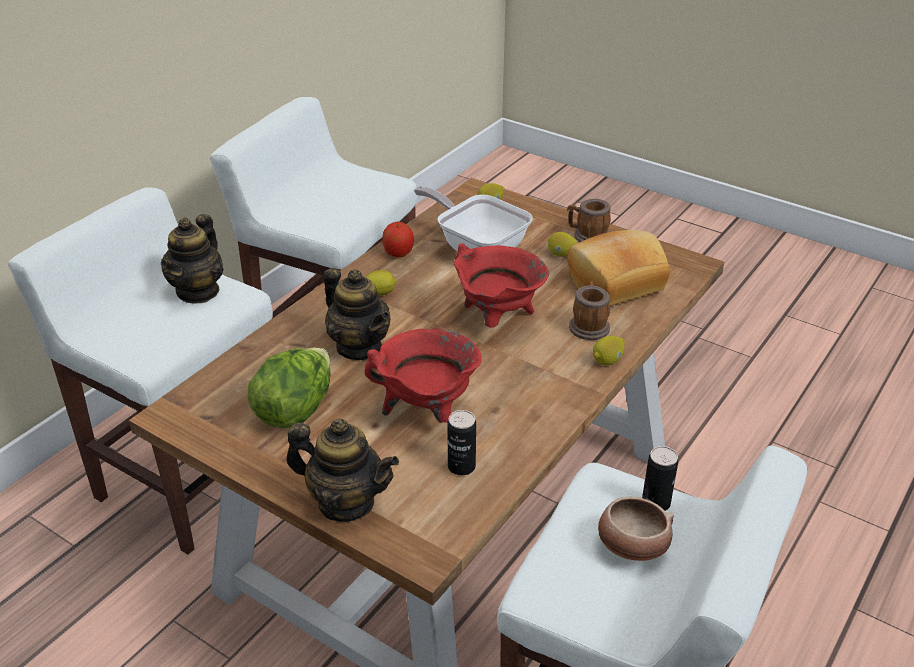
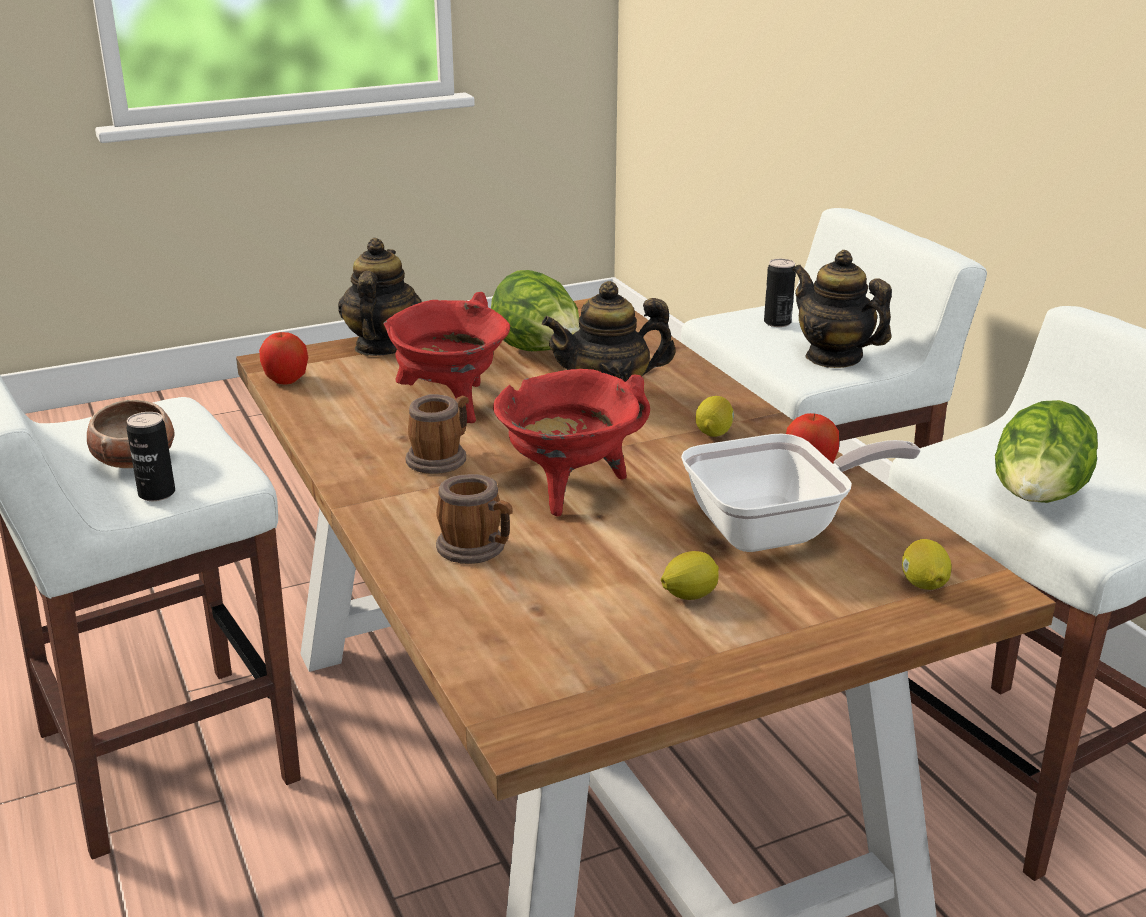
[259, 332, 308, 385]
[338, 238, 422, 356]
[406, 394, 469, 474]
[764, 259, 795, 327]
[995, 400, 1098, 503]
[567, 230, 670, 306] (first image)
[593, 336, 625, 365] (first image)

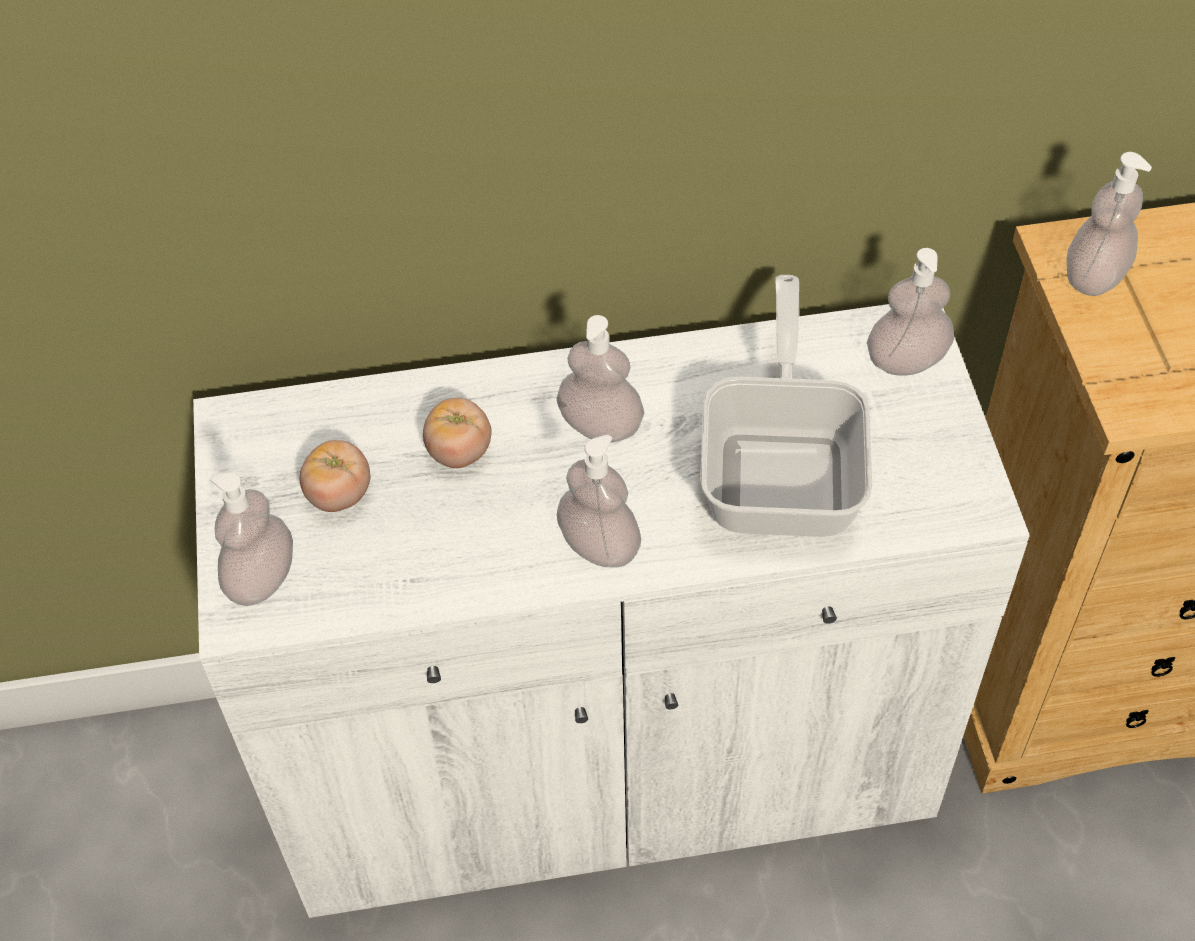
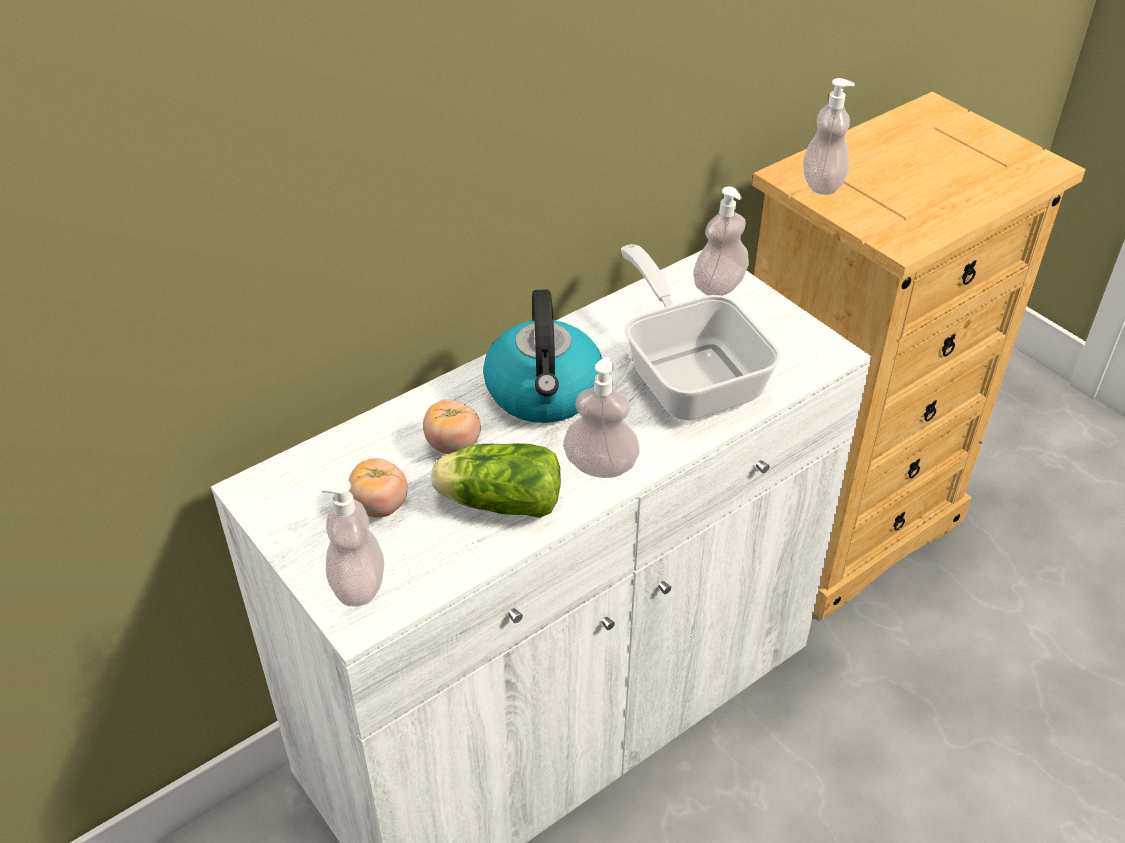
[431, 443, 561, 518]
[483, 289, 602, 423]

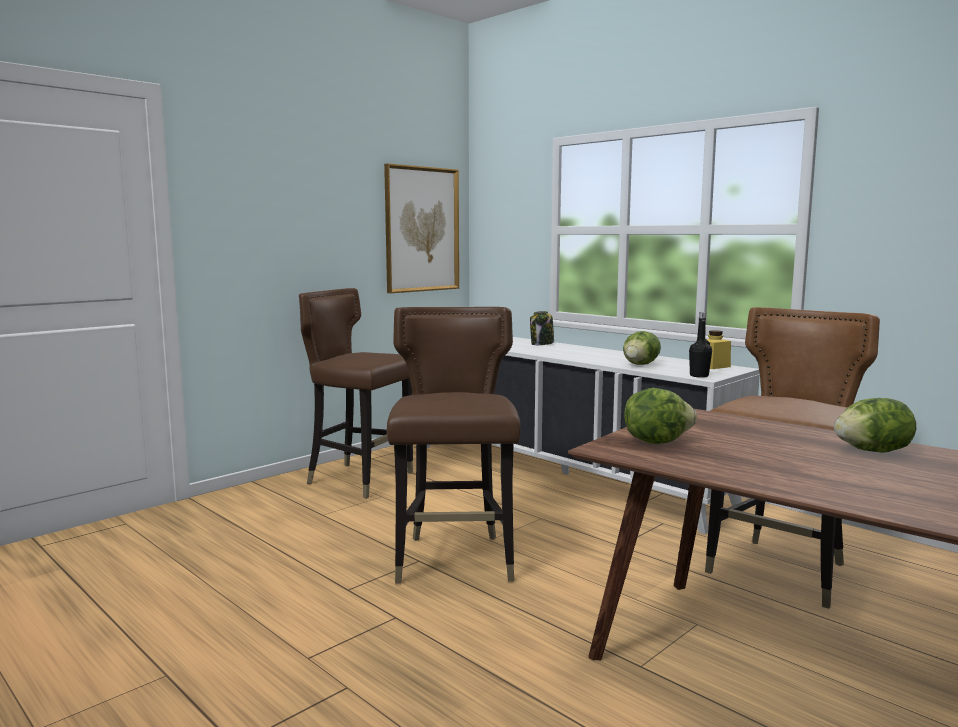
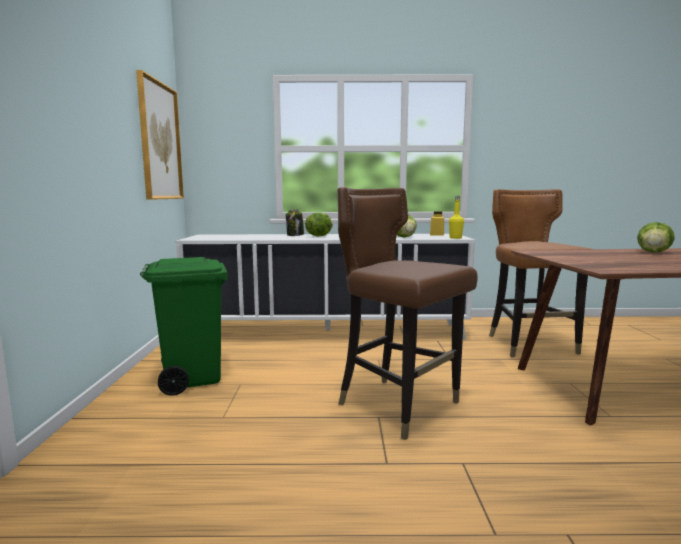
[140, 257, 228, 396]
[305, 212, 333, 236]
[449, 196, 464, 239]

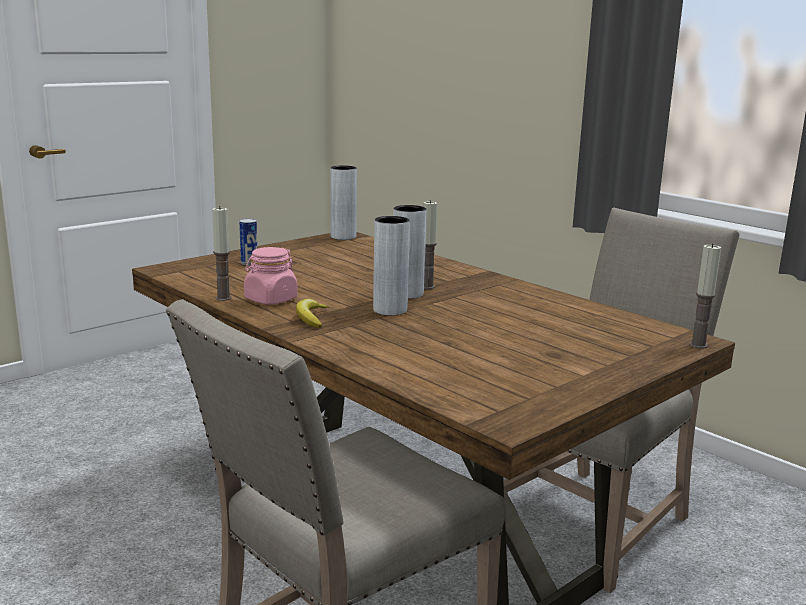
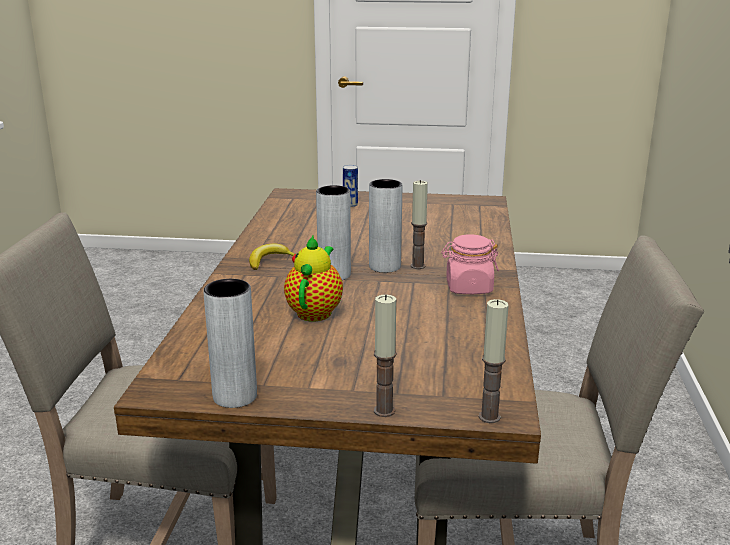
[203, 279, 257, 408]
[284, 236, 343, 322]
[374, 295, 397, 417]
[441, 234, 499, 294]

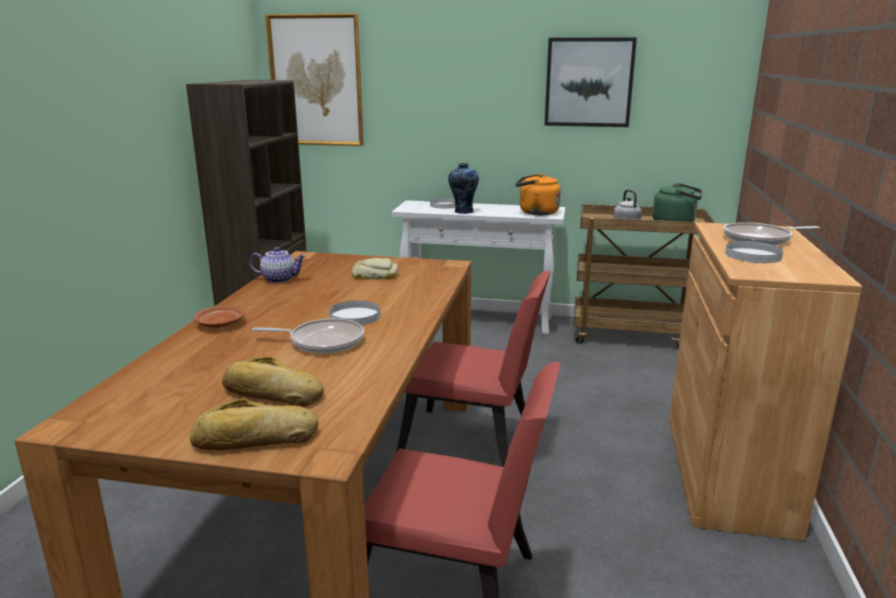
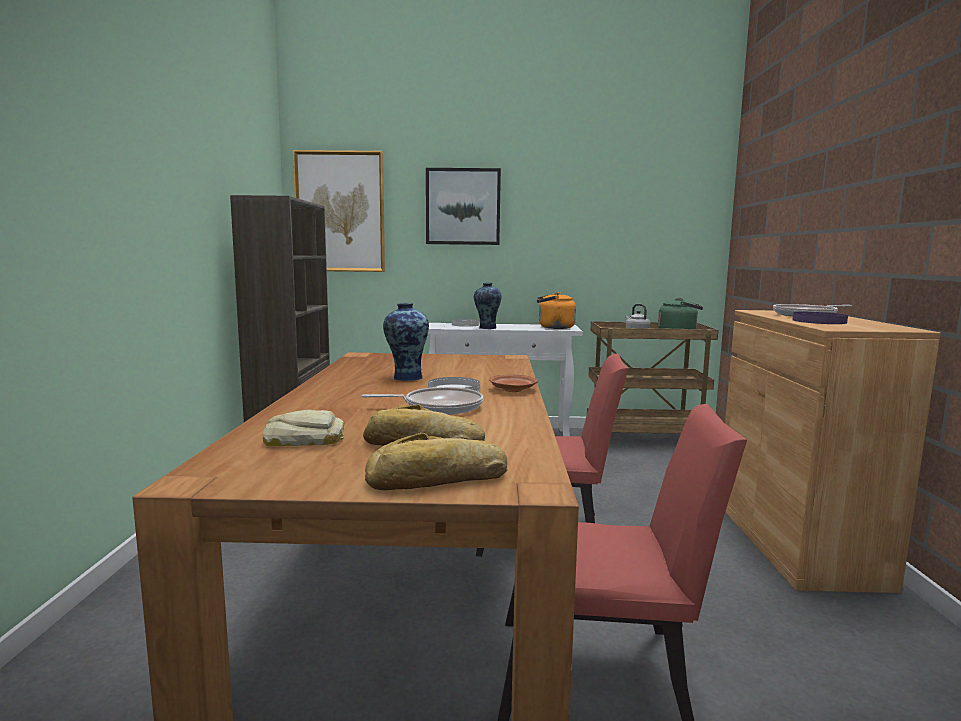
[263, 410, 344, 446]
[383, 303, 429, 381]
[426, 168, 501, 245]
[489, 375, 538, 392]
[793, 312, 848, 324]
[249, 247, 306, 283] (first image)

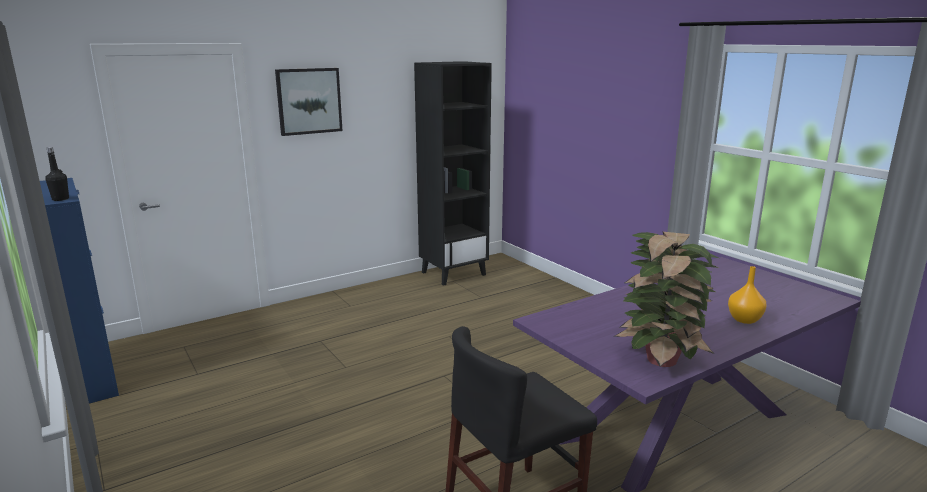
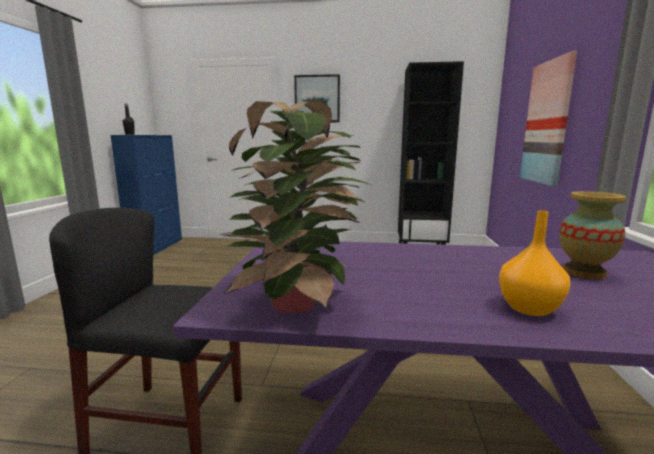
[520, 51, 577, 186]
[559, 191, 626, 279]

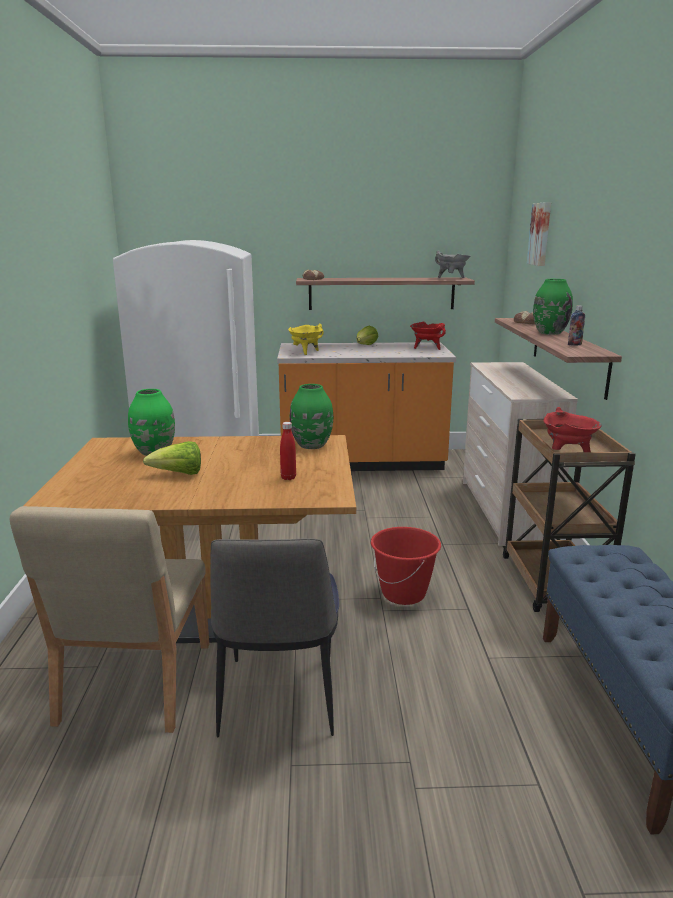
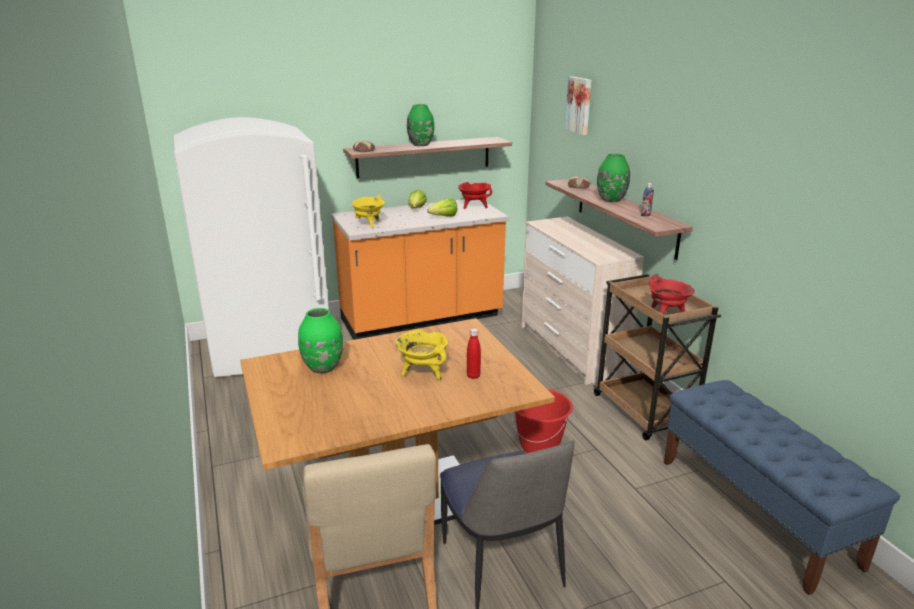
[395, 329, 448, 381]
[407, 104, 434, 146]
[427, 198, 457, 217]
[435, 250, 471, 278] (first image)

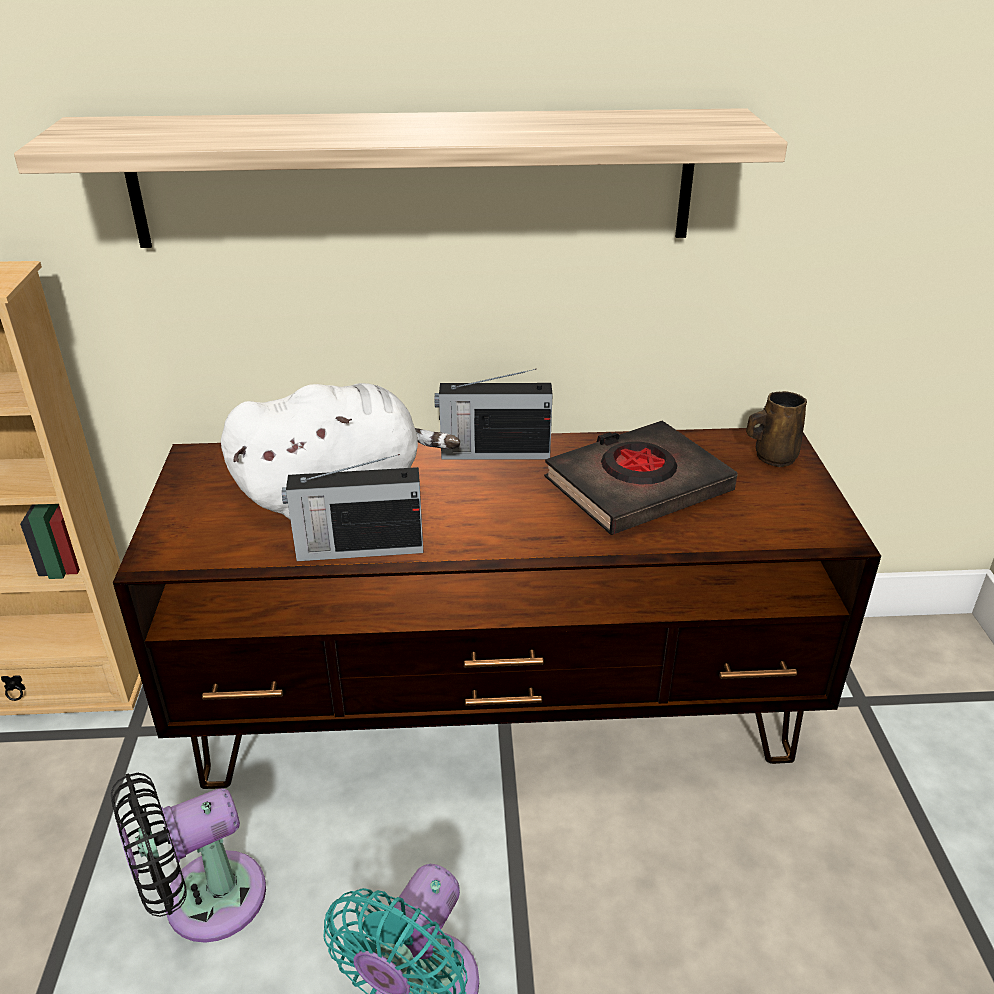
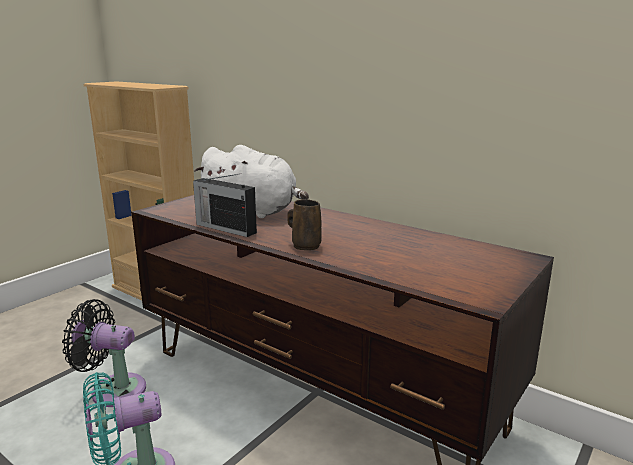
[287, 199, 322, 250]
[14, 108, 788, 248] (first image)
[435, 369, 553, 460] (first image)
[544, 421, 738, 535] (first image)

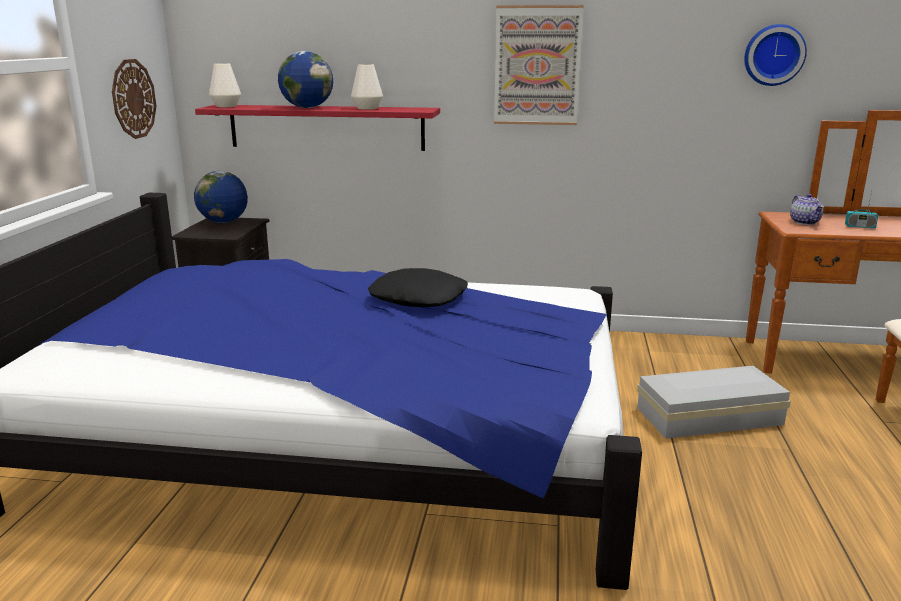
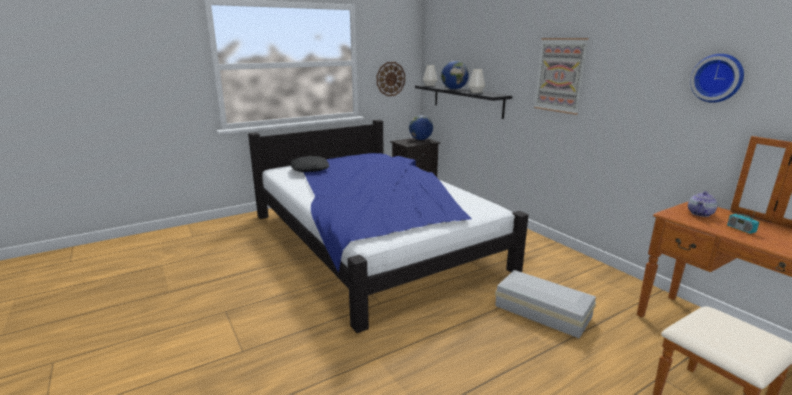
[291, 156, 329, 172]
[415, 85, 512, 119]

